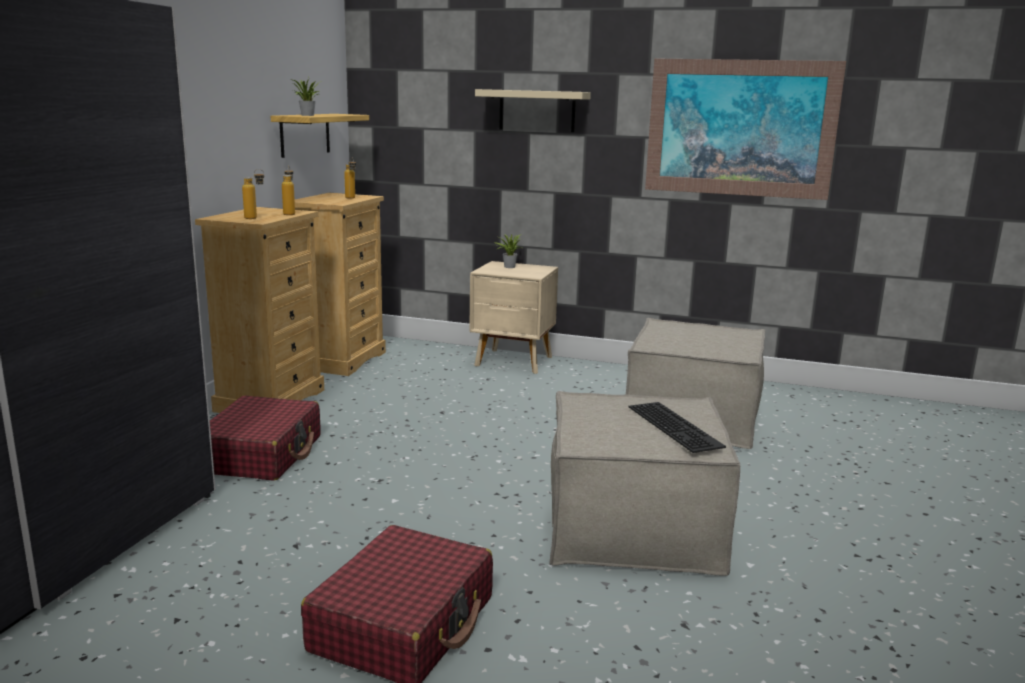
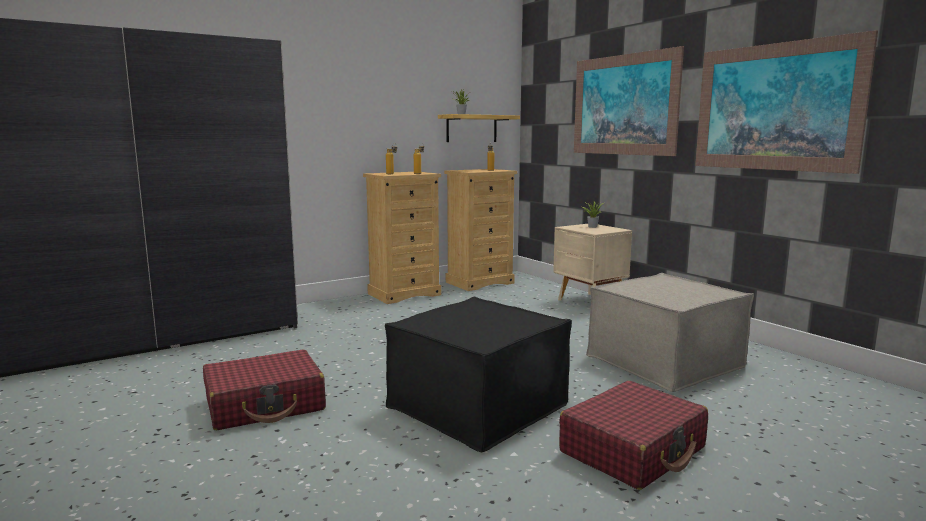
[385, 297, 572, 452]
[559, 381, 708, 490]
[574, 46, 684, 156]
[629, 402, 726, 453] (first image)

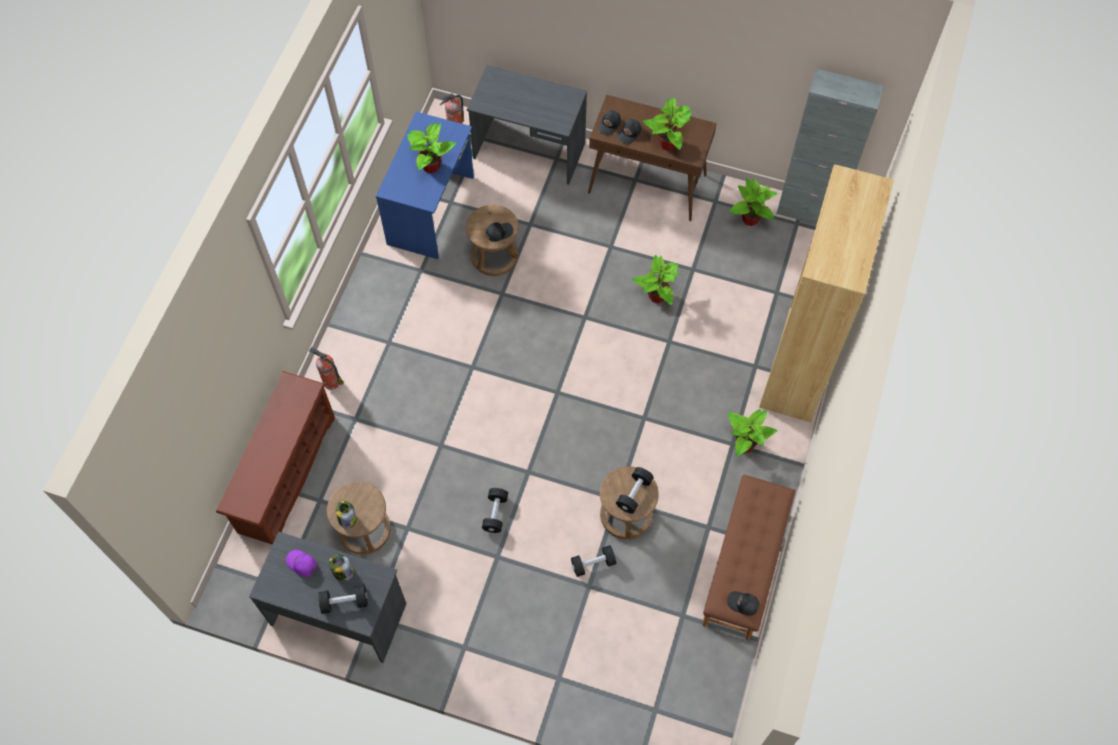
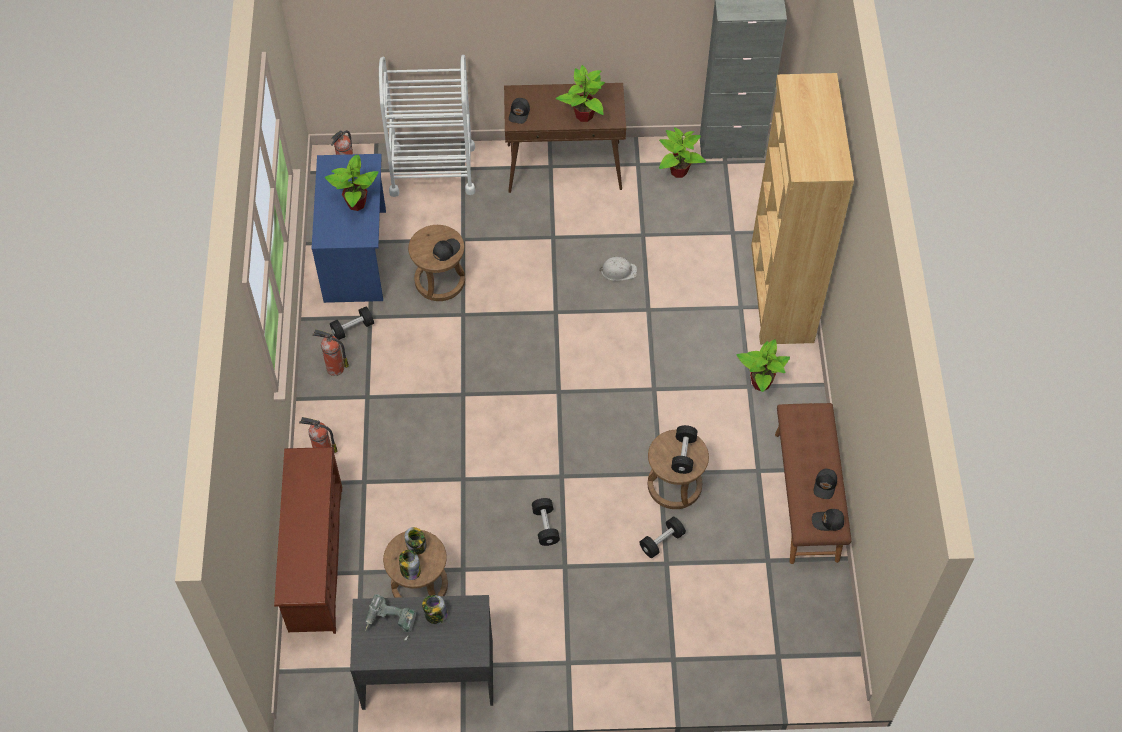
[312, 329, 349, 376]
[330, 307, 374, 340]
[365, 594, 416, 640]
[379, 55, 475, 197]
[405, 527, 427, 555]
[599, 257, 637, 281]
[814, 468, 837, 499]

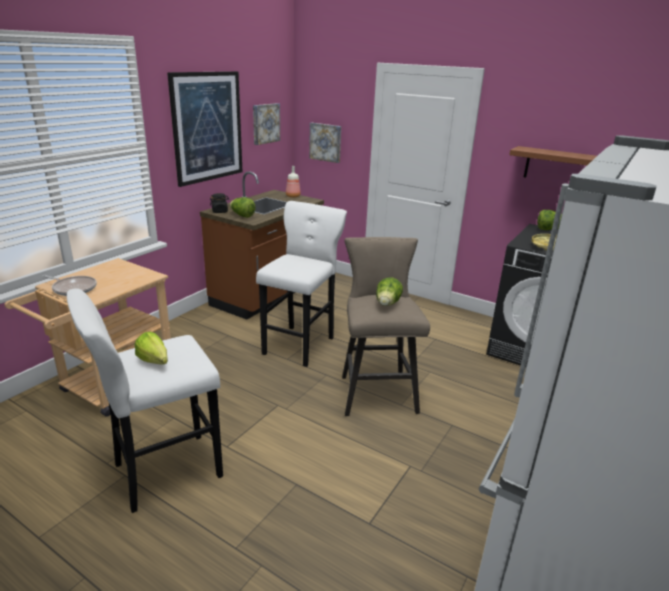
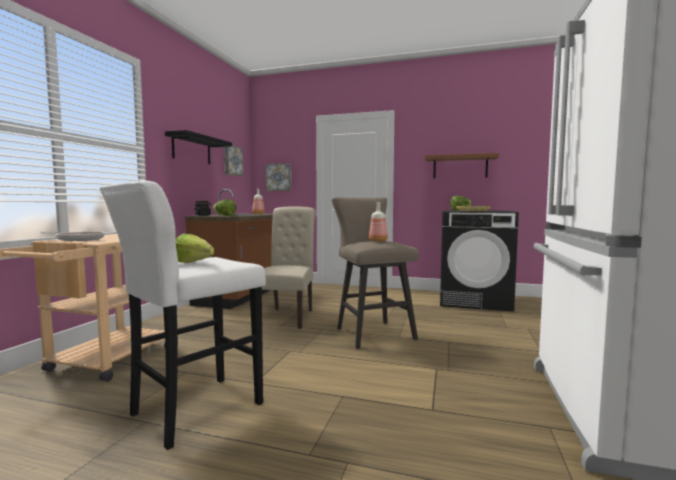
[165, 130, 232, 164]
[262, 207, 316, 329]
[369, 202, 388, 242]

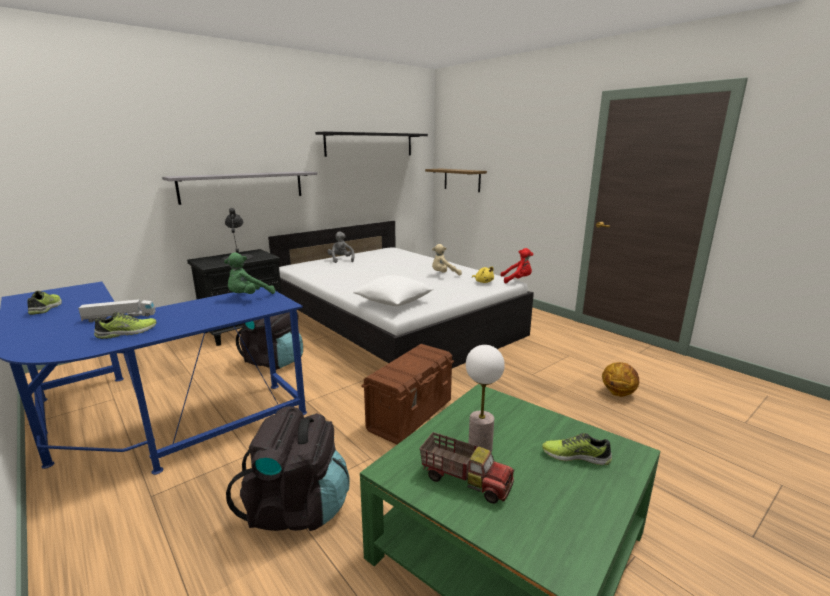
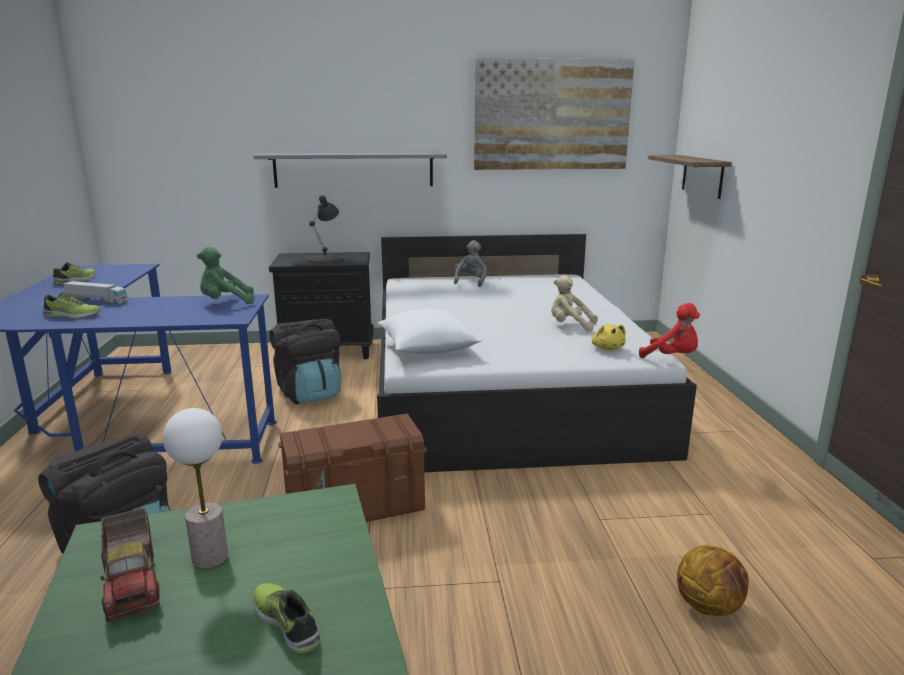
[474, 58, 635, 170]

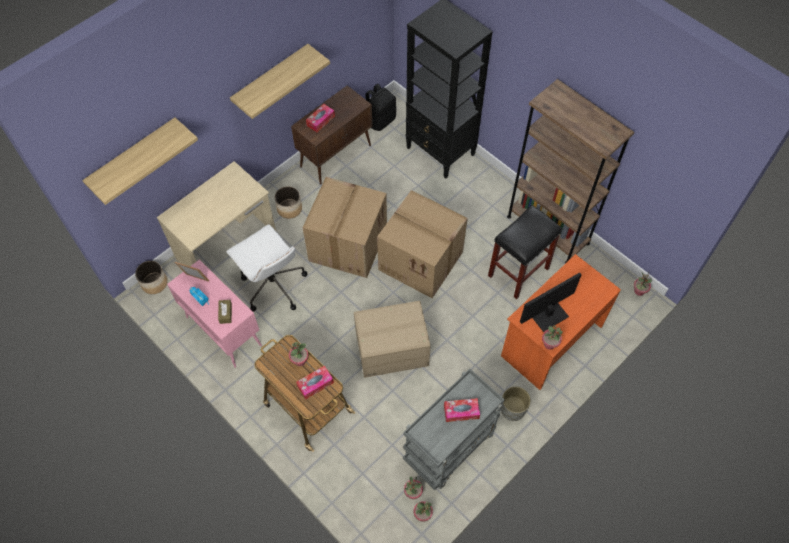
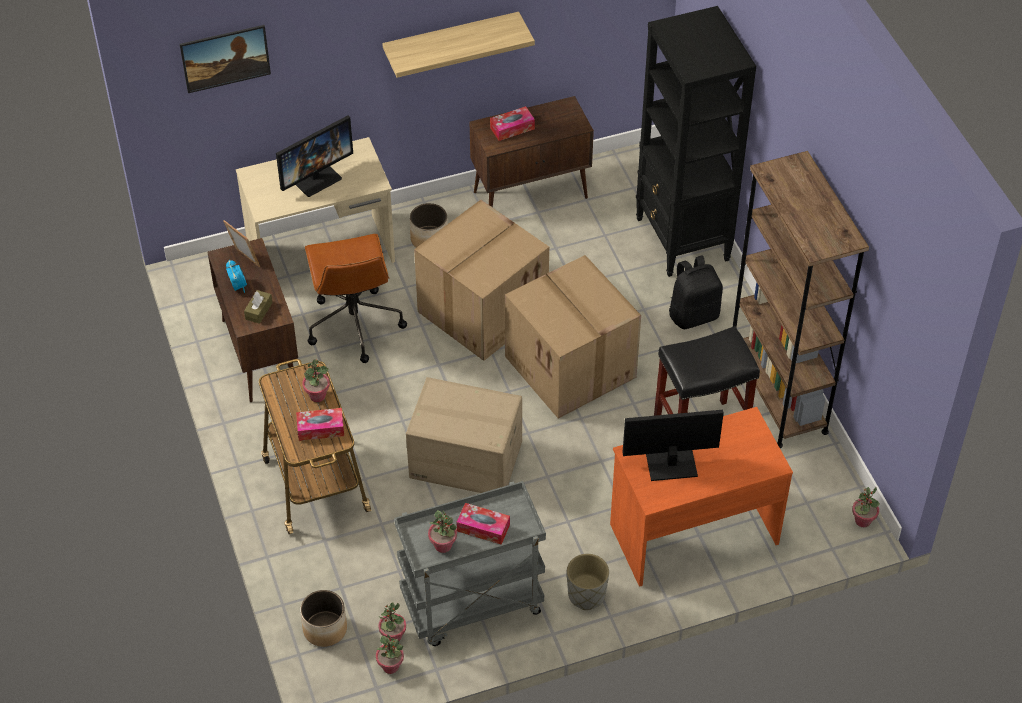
[180, 25, 271, 93]
[207, 238, 298, 402]
[276, 116, 353, 197]
[300, 590, 347, 647]
[305, 234, 407, 363]
[428, 510, 457, 553]
[669, 255, 723, 329]

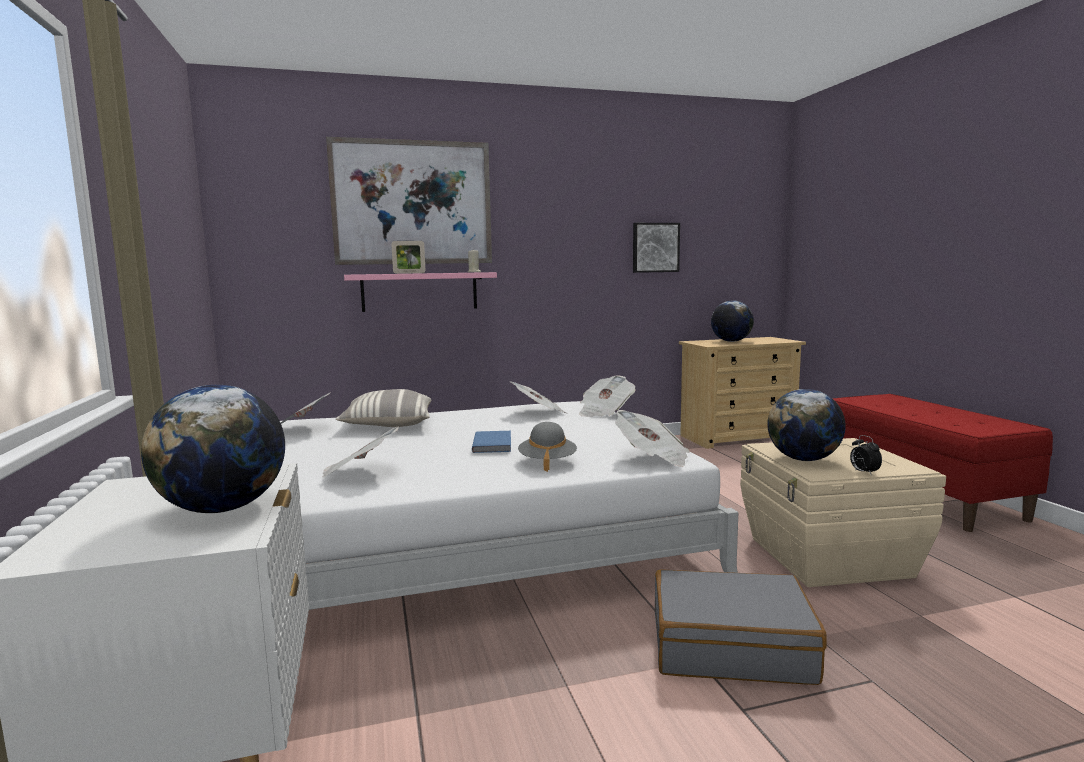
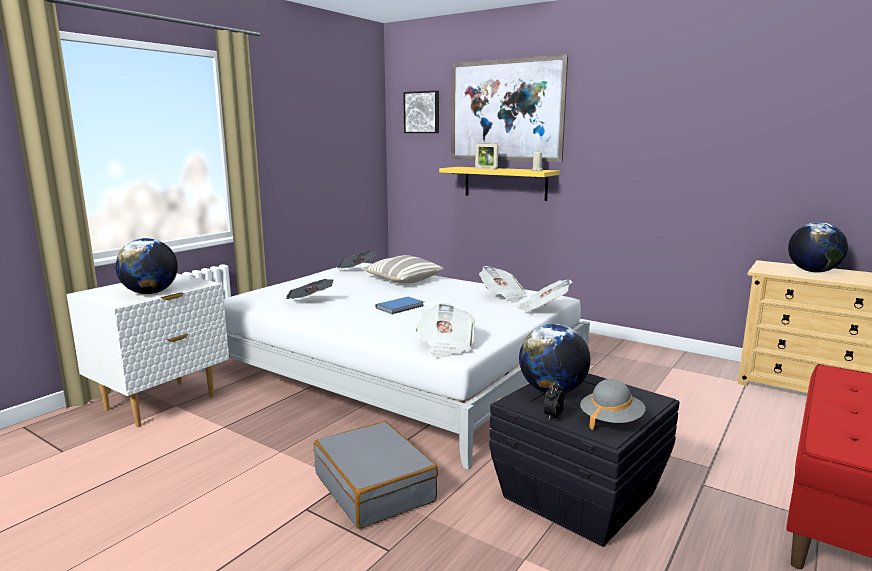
[403, 91, 439, 133]
[439, 167, 559, 201]
[489, 373, 680, 547]
[580, 379, 646, 430]

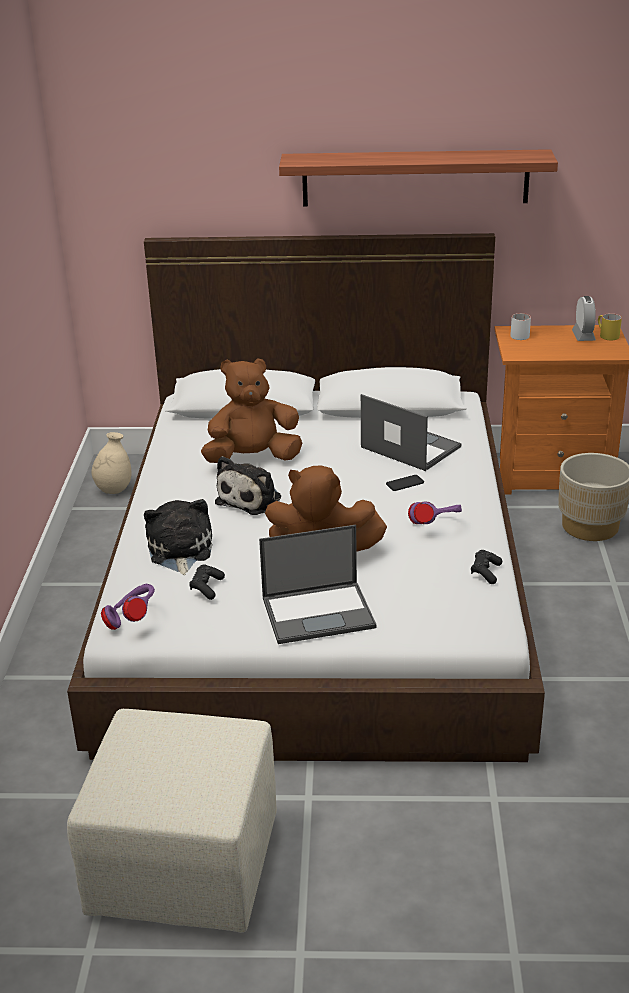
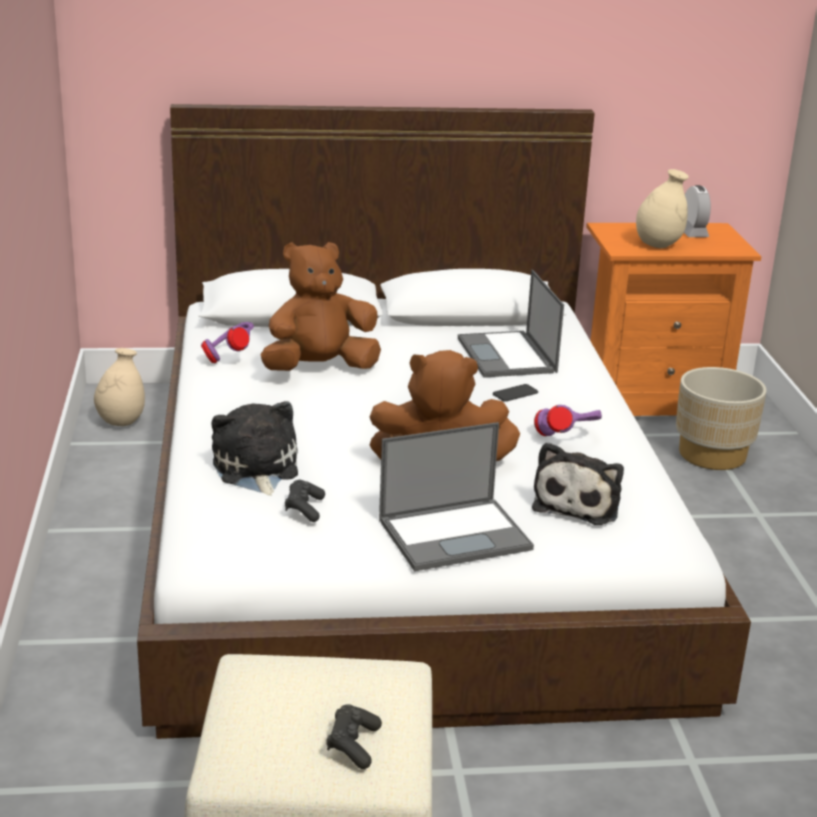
[201, 322, 254, 363]
[327, 704, 382, 769]
[458, 270, 564, 378]
[532, 442, 624, 525]
[636, 169, 689, 248]
[279, 149, 558, 207] (first image)
[510, 313, 531, 340] (first image)
[598, 313, 622, 340] (first image)

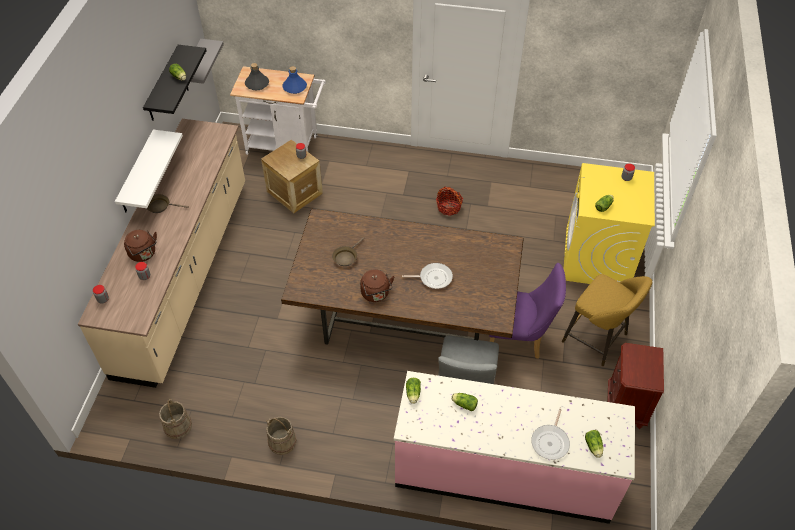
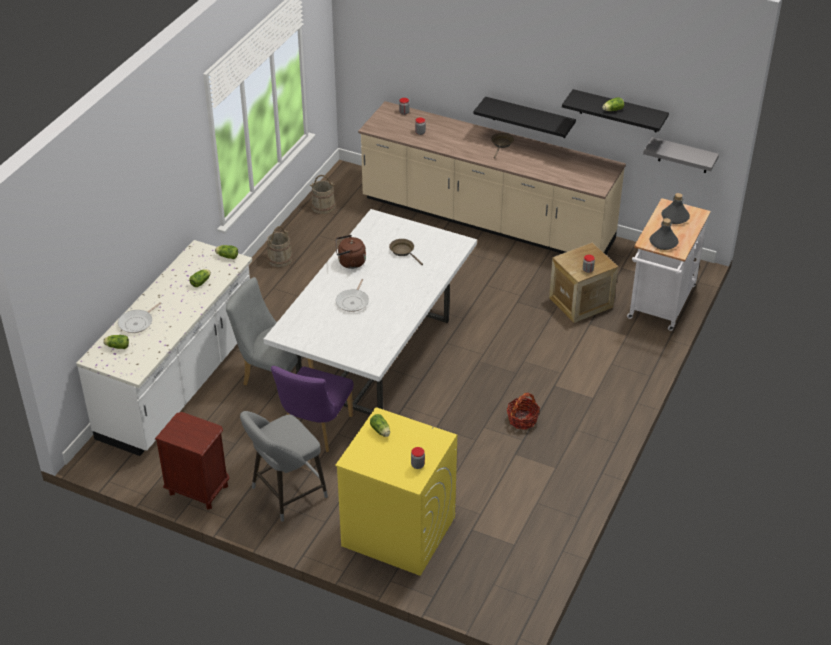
[76, 240, 252, 456]
[118, 302, 161, 333]
[240, 411, 328, 522]
[264, 209, 477, 415]
[473, 97, 576, 138]
[650, 218, 679, 250]
[124, 230, 157, 262] (first image)

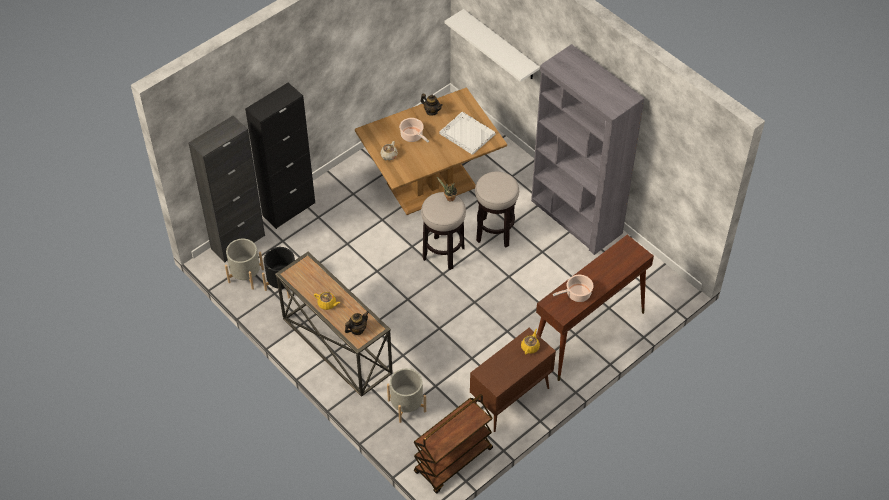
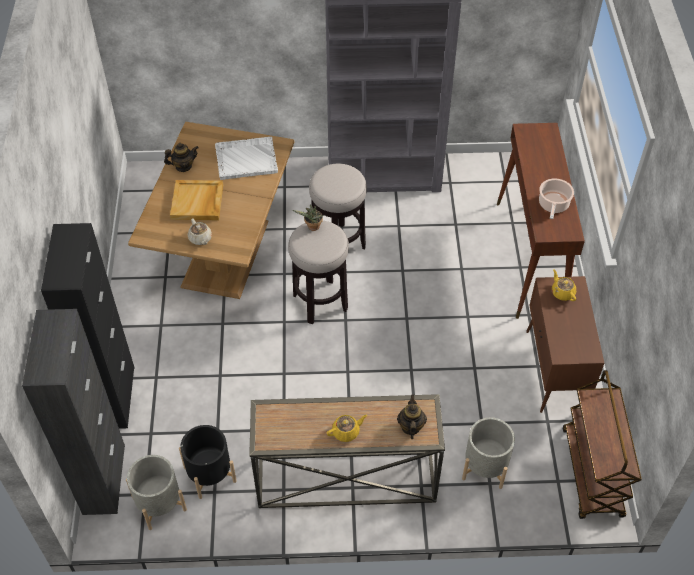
[170, 180, 223, 220]
[444, 9, 540, 82] (first image)

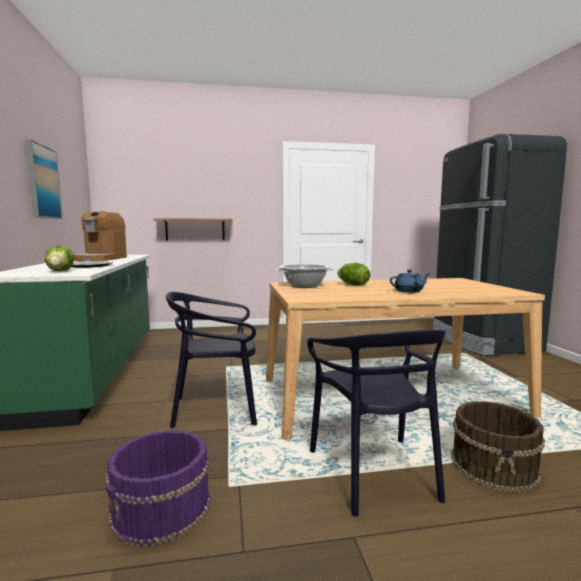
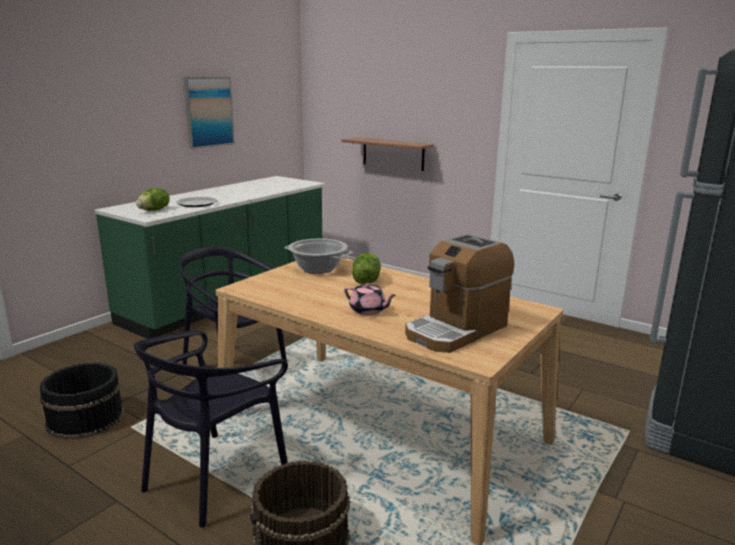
[40, 363, 124, 439]
[344, 283, 396, 315]
[405, 234, 514, 353]

